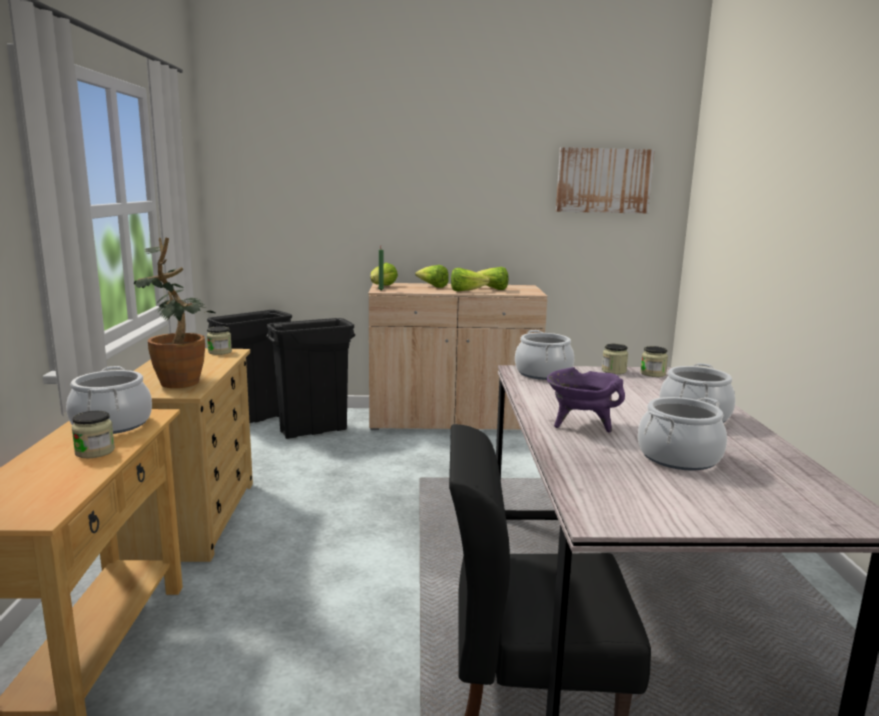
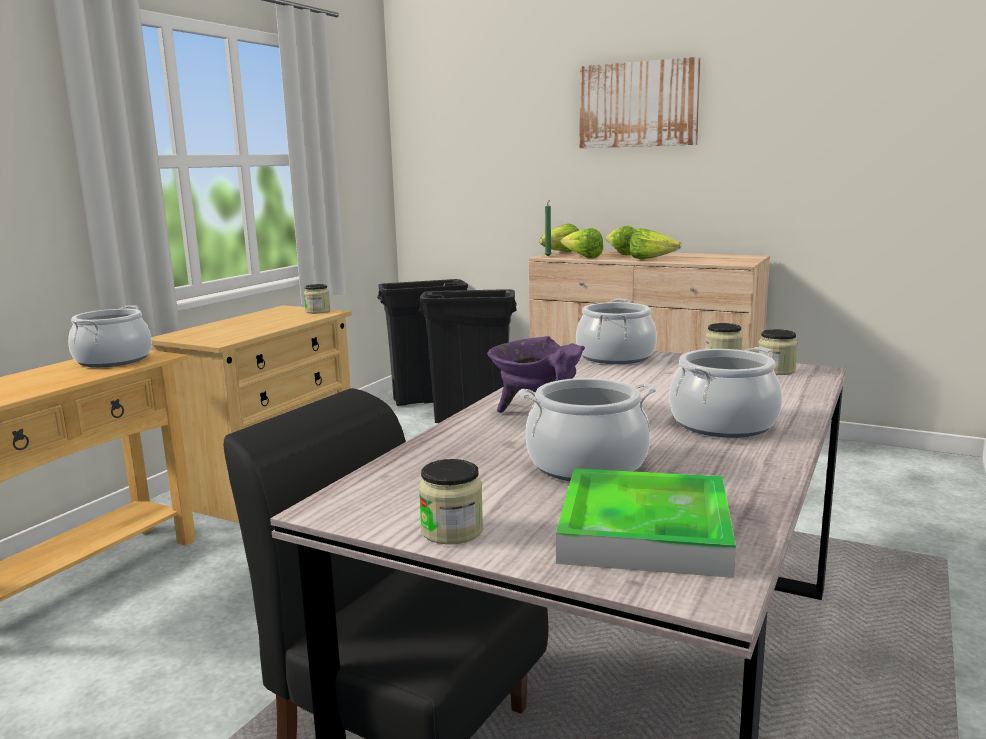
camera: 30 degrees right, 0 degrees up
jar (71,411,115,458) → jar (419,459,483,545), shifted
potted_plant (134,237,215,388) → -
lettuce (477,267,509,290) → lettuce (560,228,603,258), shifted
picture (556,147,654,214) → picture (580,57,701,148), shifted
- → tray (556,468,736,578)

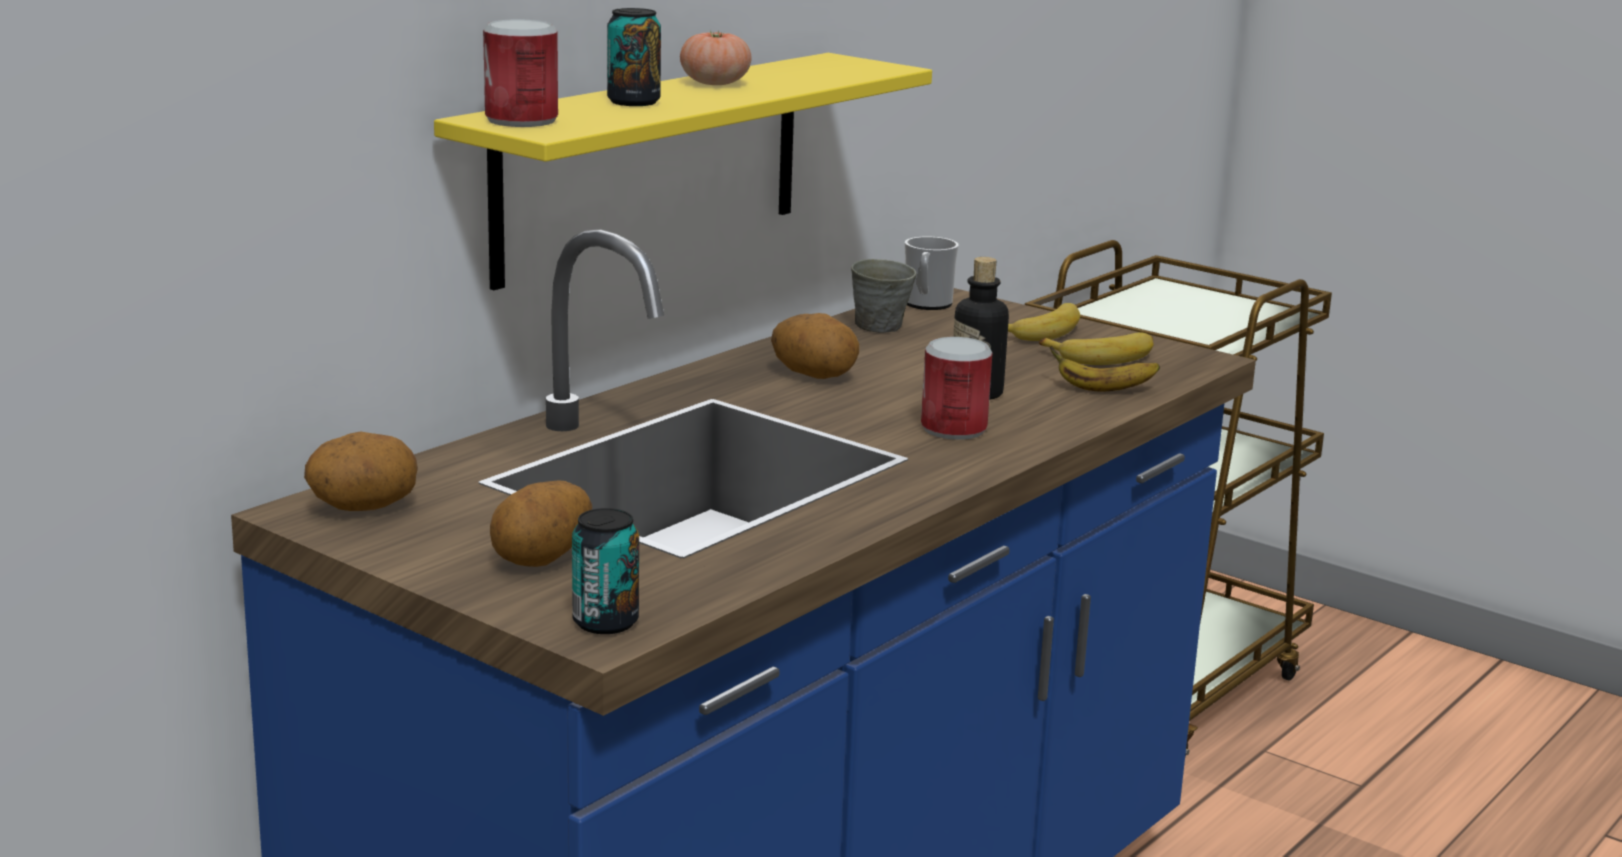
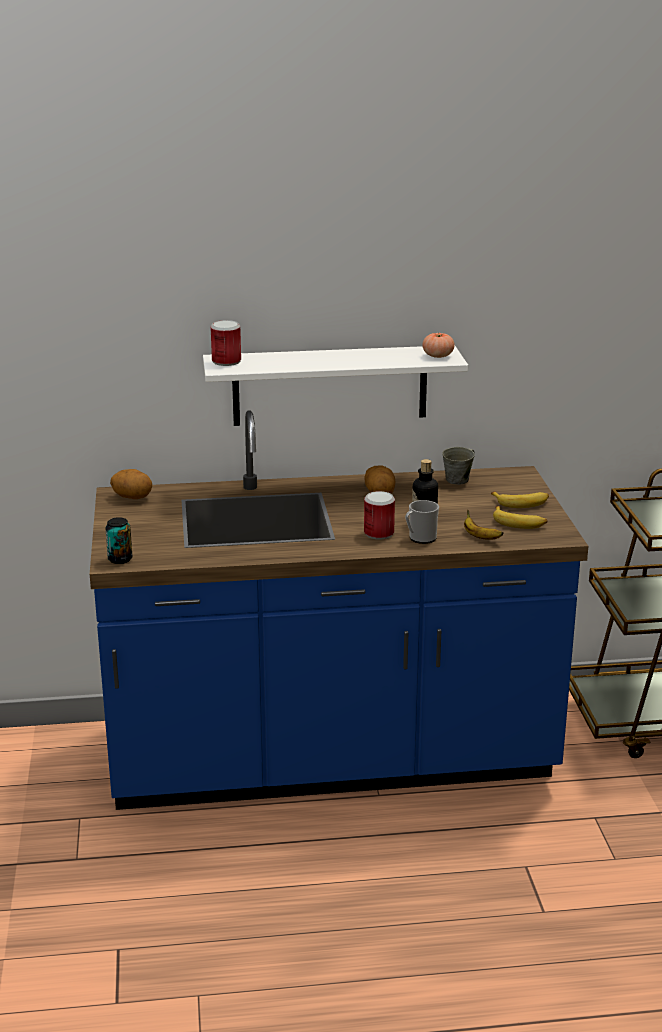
camera: 45 degrees right, 5 degrees up
yellow_shelf (434,53,932,290) → white_shelf (203,346,468,426)
potato (490,481,592,567) → -
can (607,8,661,106) → -
tomato (680,30,751,85) → tomato (422,332,455,358), shifted
mug (905,237,959,310) → mug (405,500,439,544), shifted

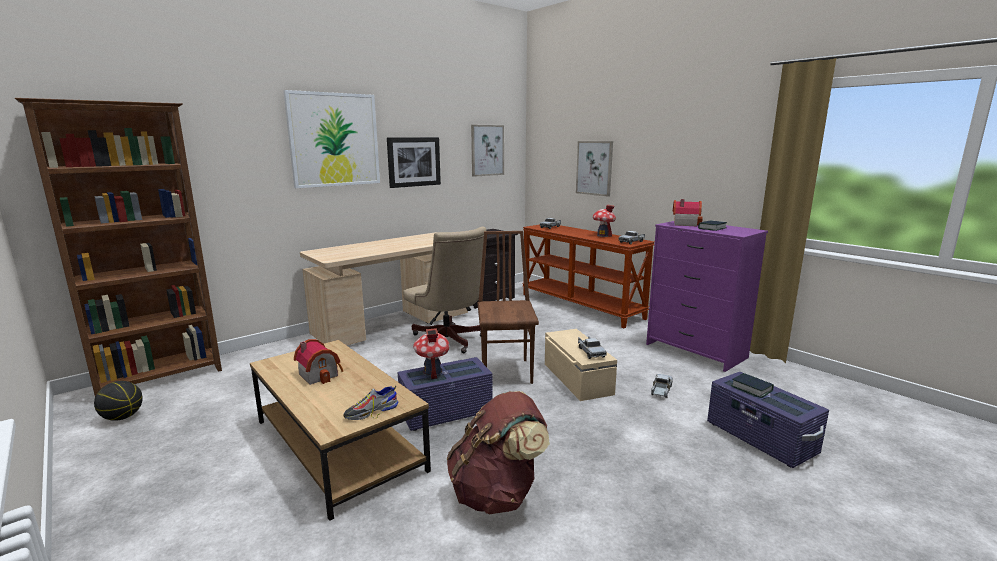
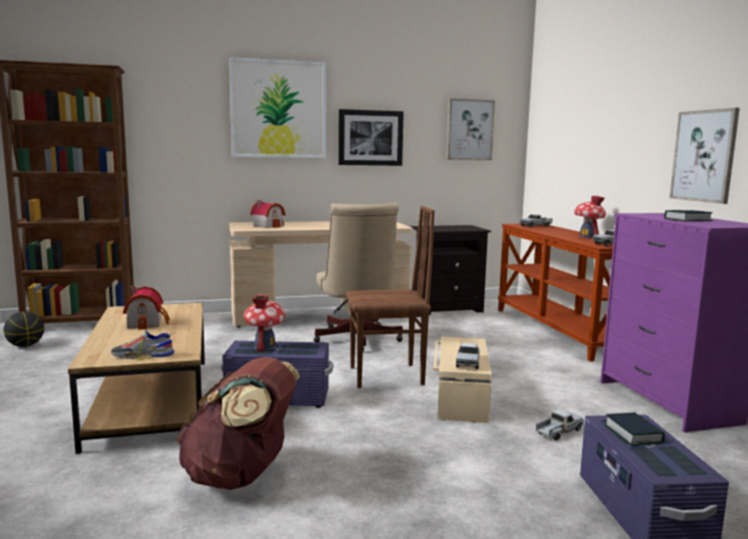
camera: 25 degrees right, 5 degrees down
brown_chair (478,231,539,384) → brown_chair (346,206,435,388), 60 degrees clockwise
picture (576,141,613,197) → picture (670,108,740,204), shifted
toy_house (673,199,703,226) → toy_house (250,200,286,228), shifted

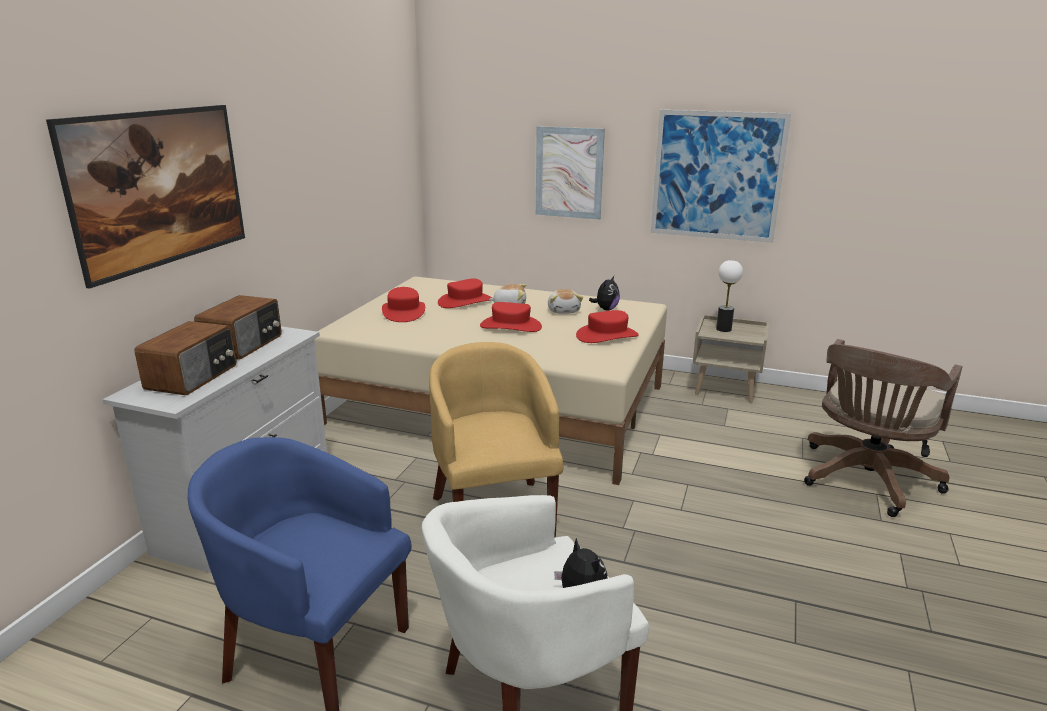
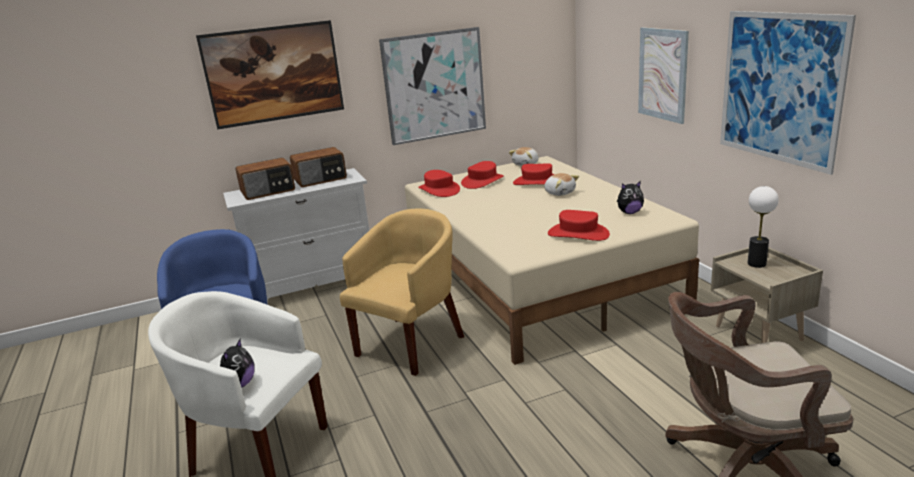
camera: 50 degrees right, 0 degrees up
red_hat (480,302,542,332) → red_hat (418,170,460,197), shifted
plush_toy (548,289,583,314) → plush_toy (509,147,539,166), shifted
- → picture (379,27,486,145)

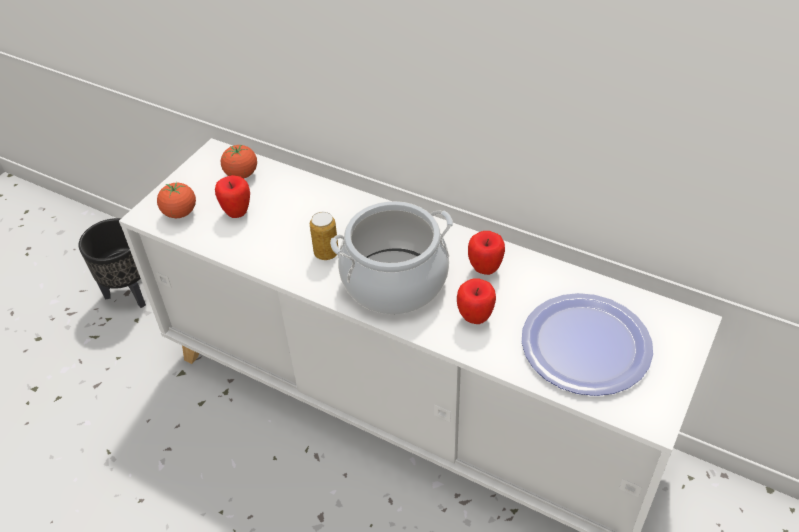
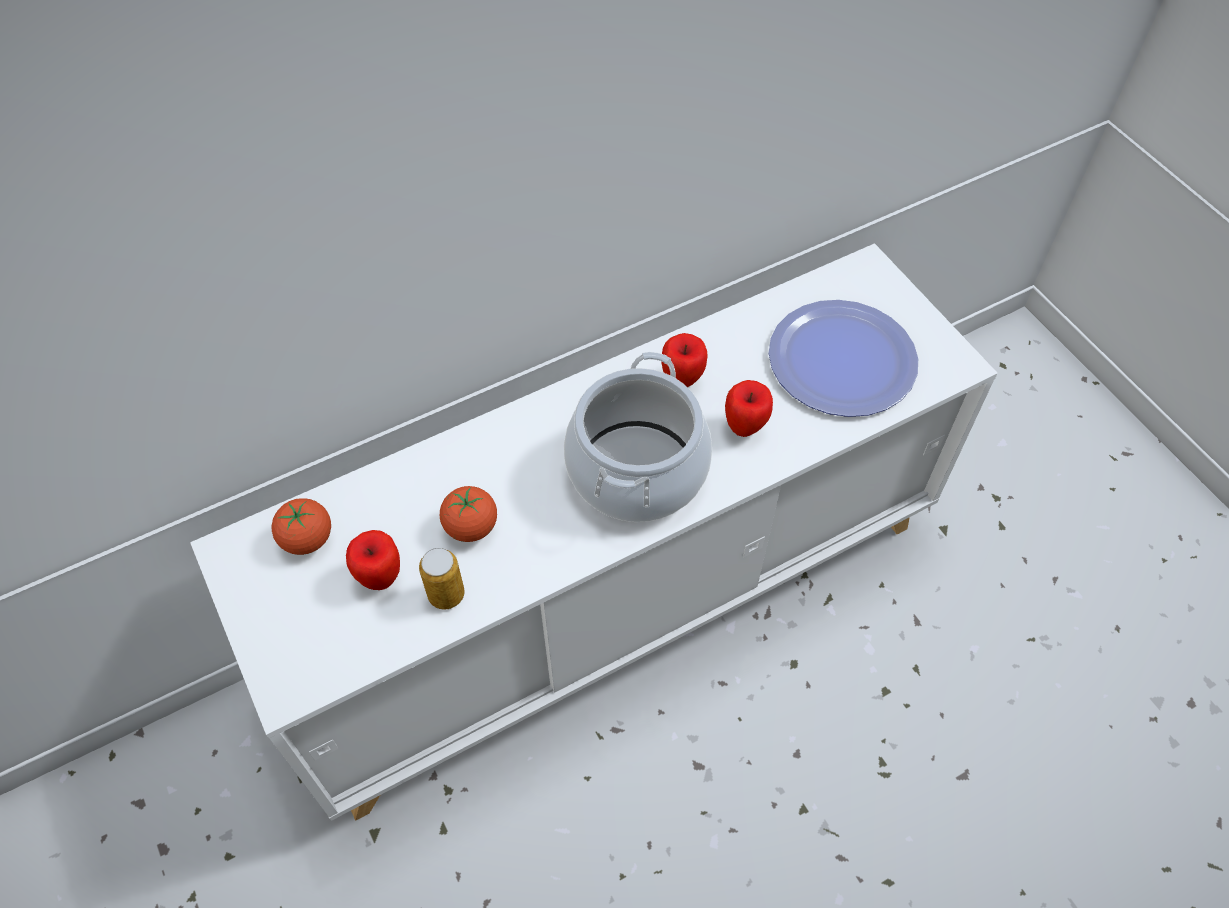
camera: 60 degrees left, 10 degrees up
black_planter (79,218,146,308) → -
tomato (157,182,196,218) → tomato (440,486,497,542), shifted
can (310,212,338,260) → can (419,548,465,610), shifted

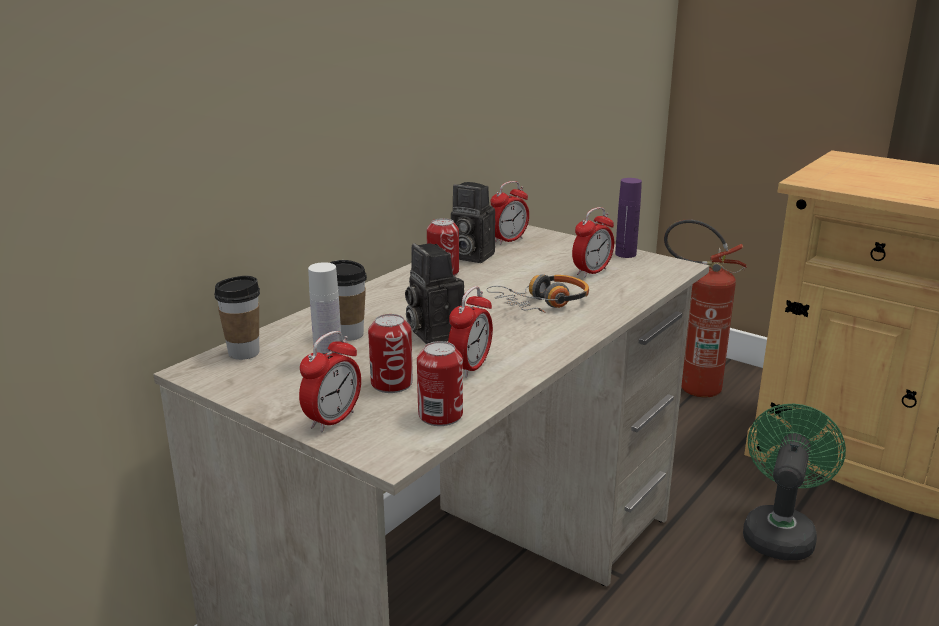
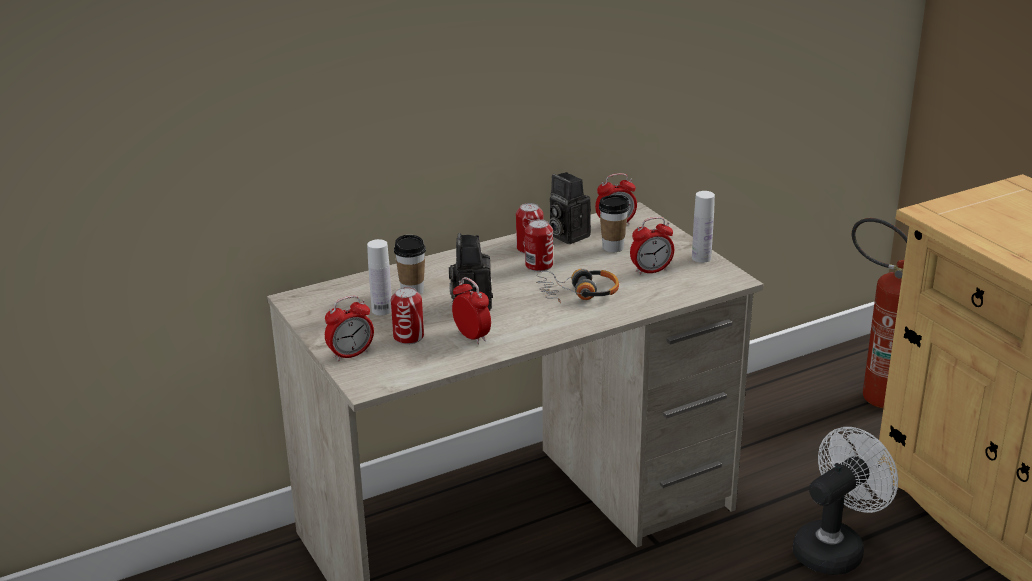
camera: 25 degrees right, 5 degrees up
cup (214,276,260,360) → cup (599,195,629,252), shifted
can (417,341,463,426) → can (525,219,553,272), shifted
alarm_clock (448,286,493,378) → alarm_clock (452,277,491,344), 90 degrees counterclockwise
purple_bottle (615,178,642,258) → white_bottle (692,191,715,263)
green_fan (743,404,846,560) → white_fan (793,427,898,575)

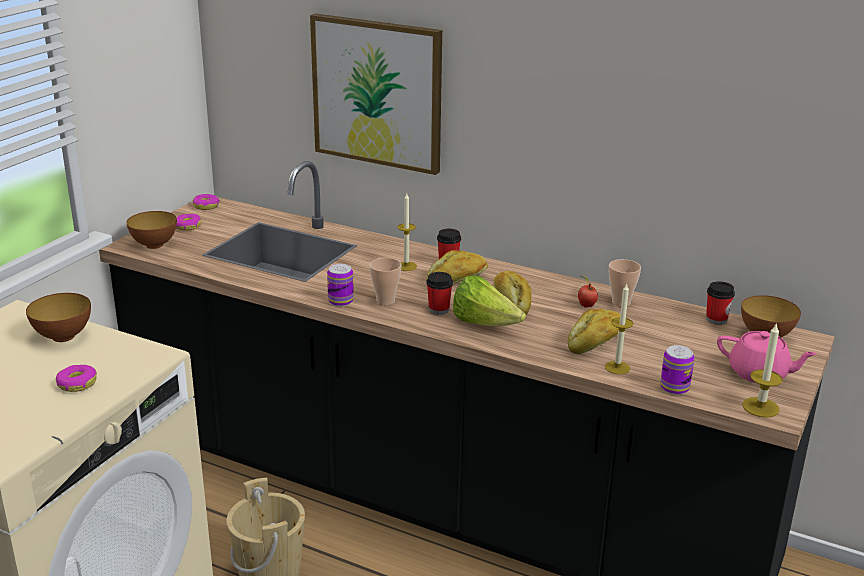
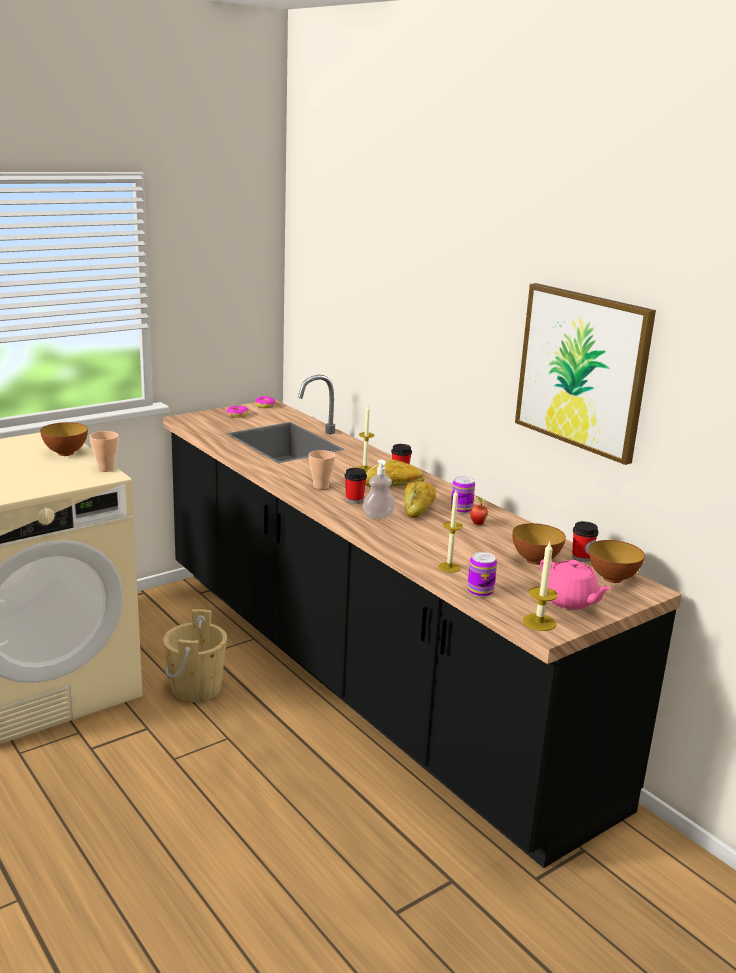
camera: 25 degrees right, 5 degrees down
donut (56,365,97,392) → -
bowl (127,211,177,249) → bowl (512,523,566,565), shifted
picture (310,13,442,175) → picture (515,283,656,465), shifted
can (327,264,354,306) → can (451,477,475,513), shifted
lettuce (453,275,526,326) → soap_dispenser (363,460,396,519)
bread (568,309,620,354) → -
cup (609,259,641,307) → cup (90,431,119,472), shifted

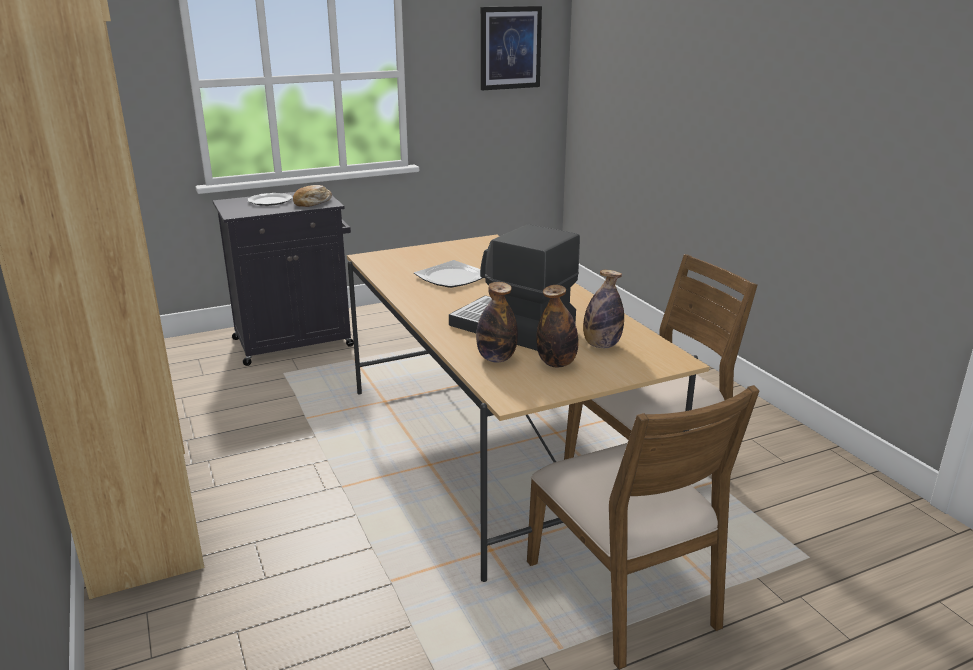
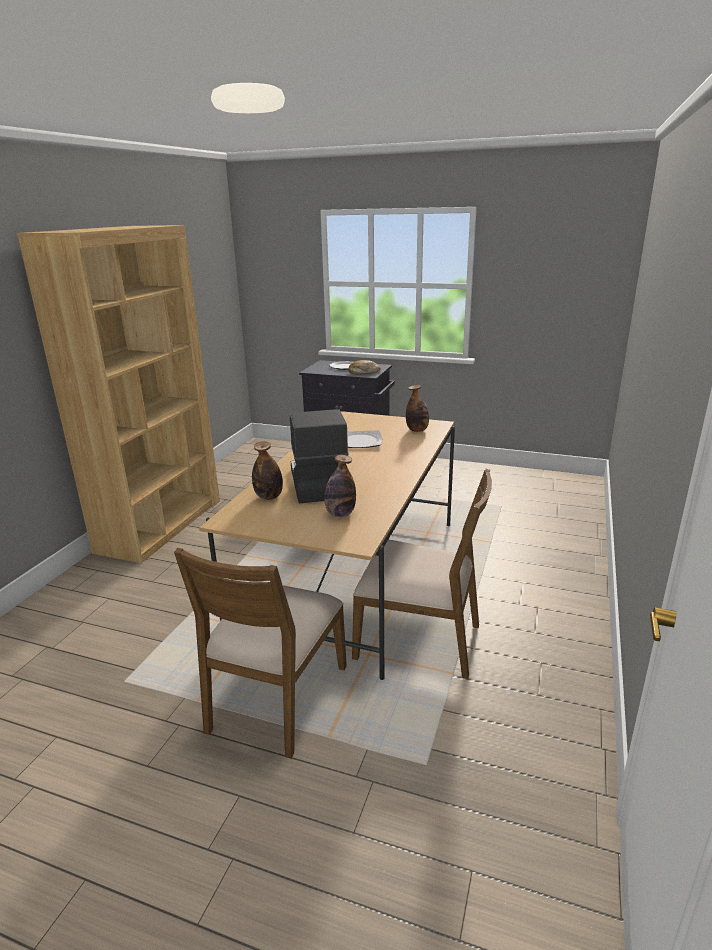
camera: 45 degrees right, 0 degrees up
picture (481,6,542,90) → -
bottle (536,285,579,368) → bottle (406,385,429,432), shifted

